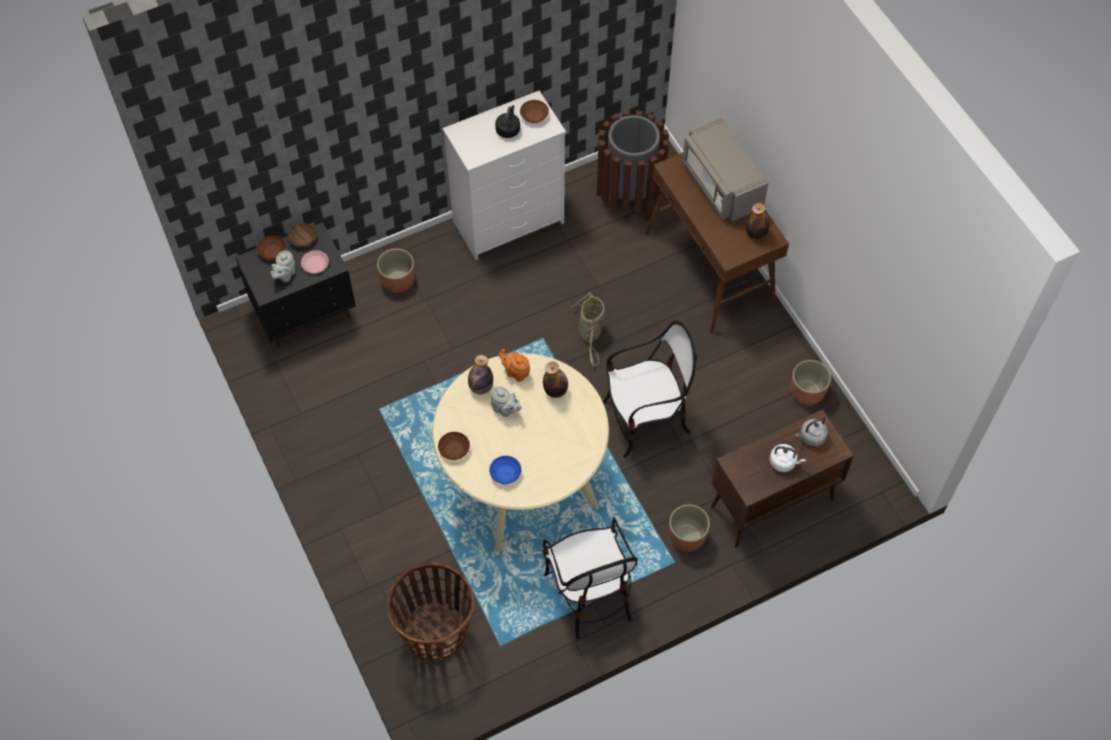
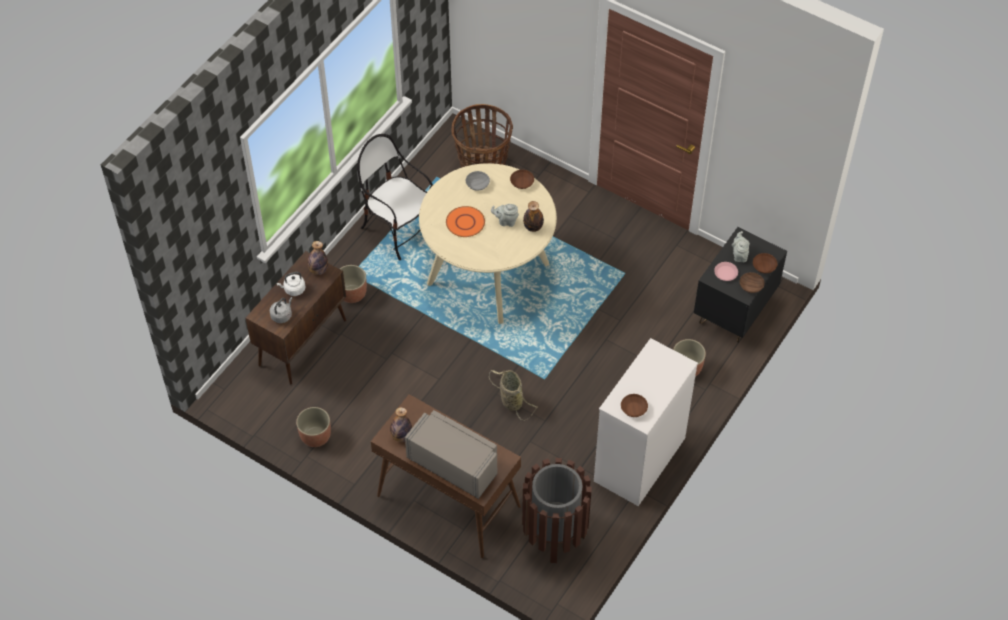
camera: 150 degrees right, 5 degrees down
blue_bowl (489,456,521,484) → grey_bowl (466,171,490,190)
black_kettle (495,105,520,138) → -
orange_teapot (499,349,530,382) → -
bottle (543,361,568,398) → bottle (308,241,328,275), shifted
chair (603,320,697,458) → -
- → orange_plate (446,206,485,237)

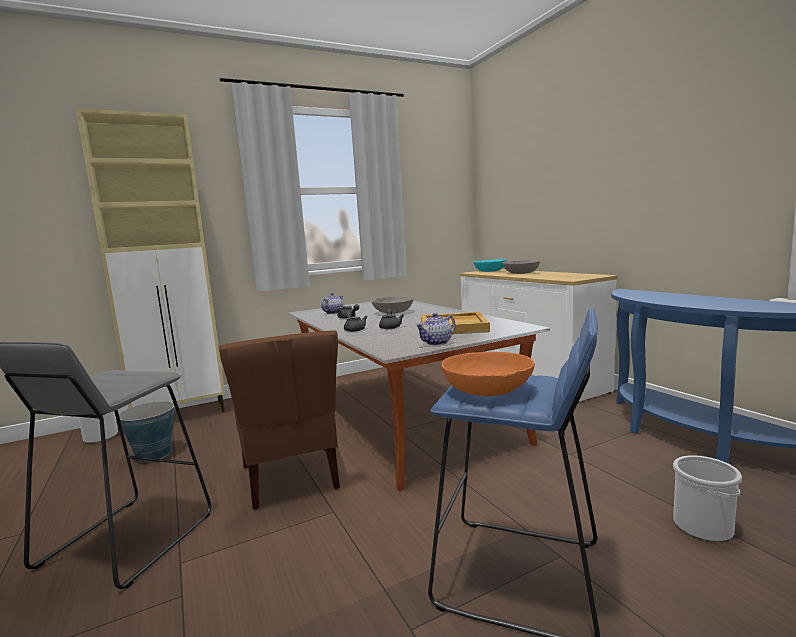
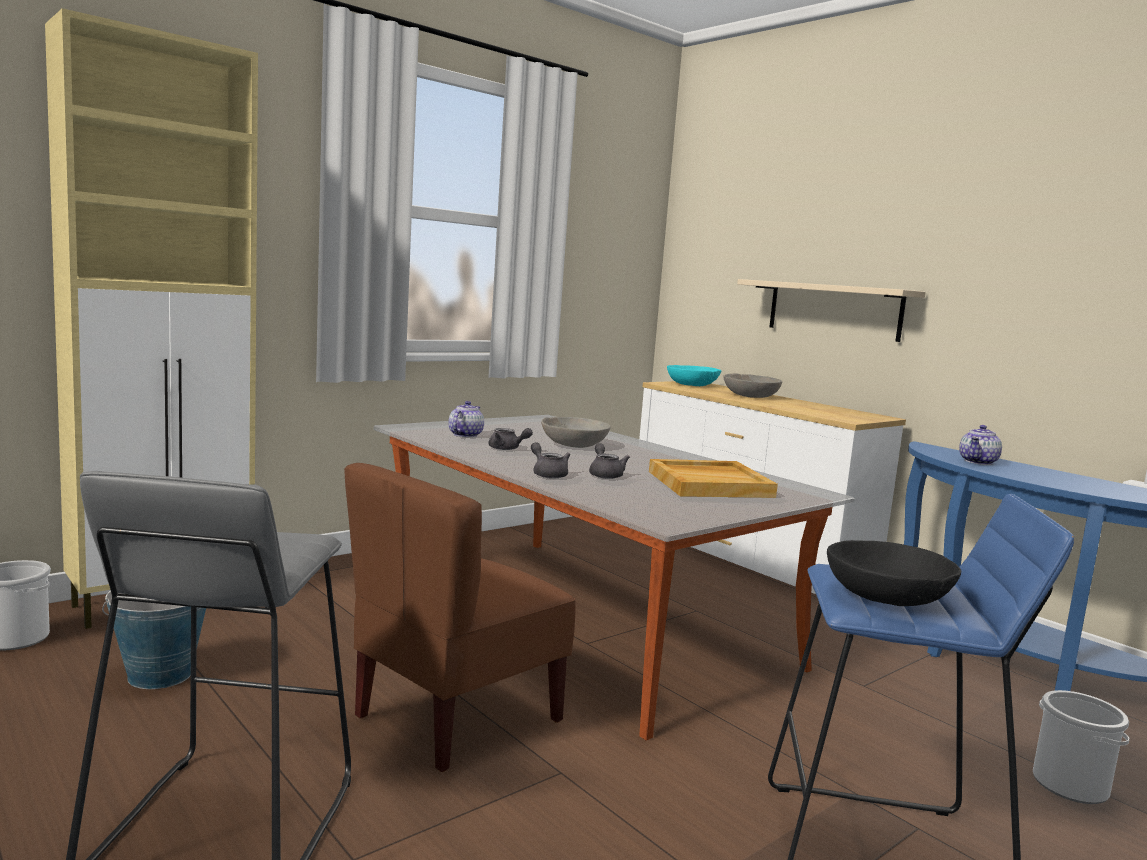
camera: 15 degrees left, 0 degrees up
brown_chair (218,331,340,510) → brown_chair (344,463,576,772), 75 degrees clockwise
teapot (415,313,455,345) → teapot (959,425,1002,465), shifted
orange_bowl (441,352,535,396) → black_bowl (827,540,961,606)
- → beige_shelf (737,279,926,342)

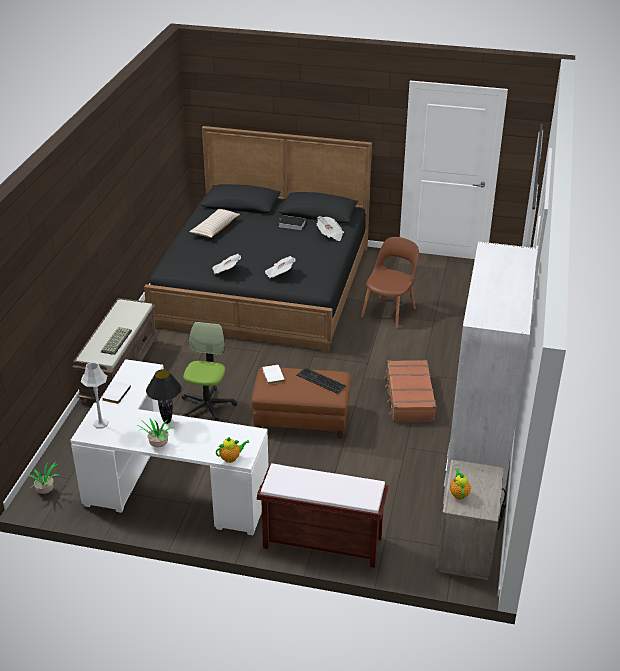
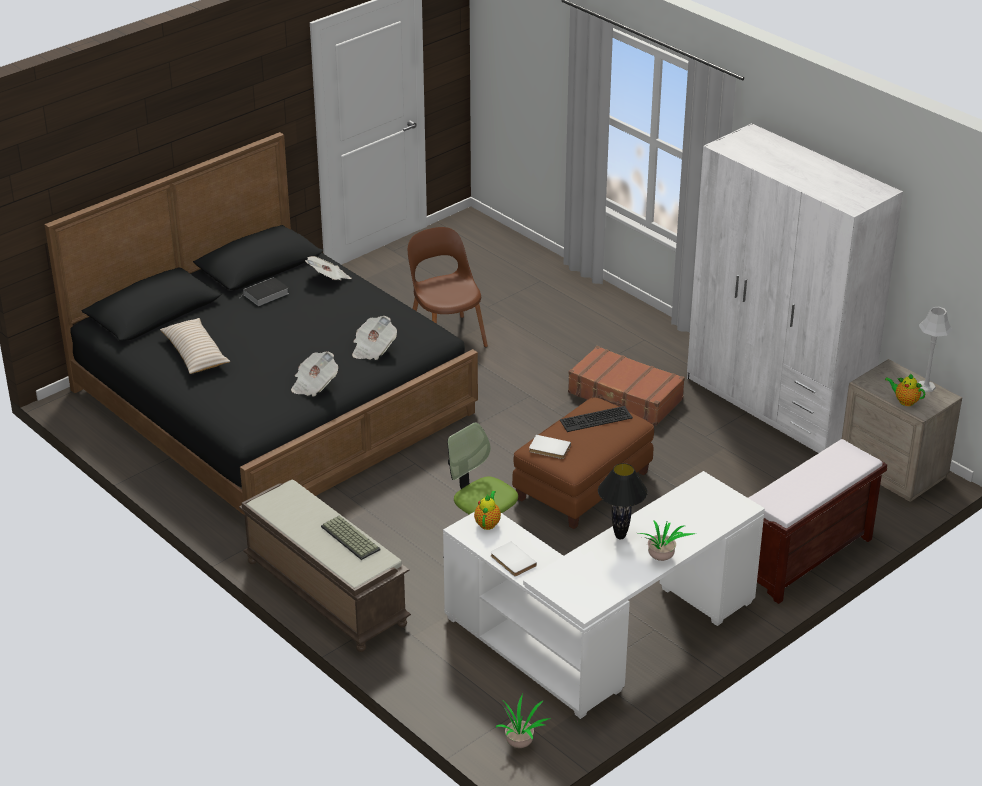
camera: 55 degrees left, 0 degrees up
grey_table_lamp (81,362,109,429) → grey_table_lamp (919,307,953,392), shifted
teapot (216,437,250,463) → teapot (474,491,501,530), shifted

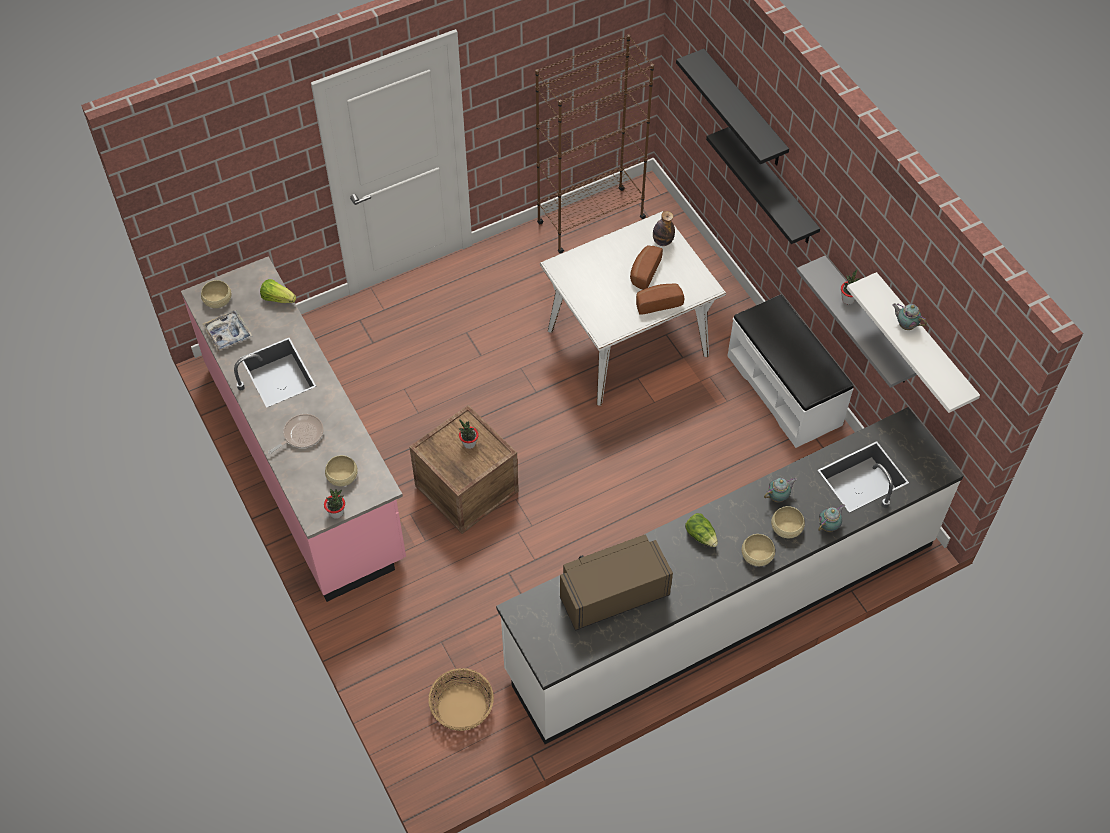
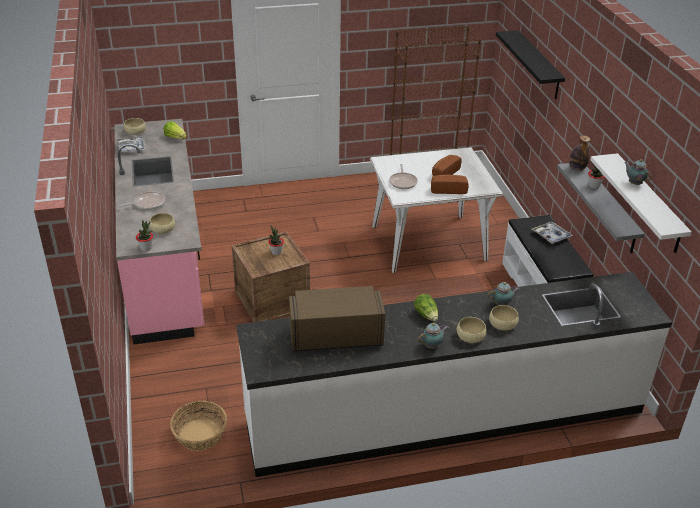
camera: 15 degrees right, 20 degrees down
bottle (653,211,675,246) → bottle (569,135,590,171), shifted
black_shelf (706,127,820,244) → -
teapot (818,504,845,532) → teapot (418,323,449,349), shifted
- → frying_pan (389,164,418,189)
- → tray (532,221,573,244)

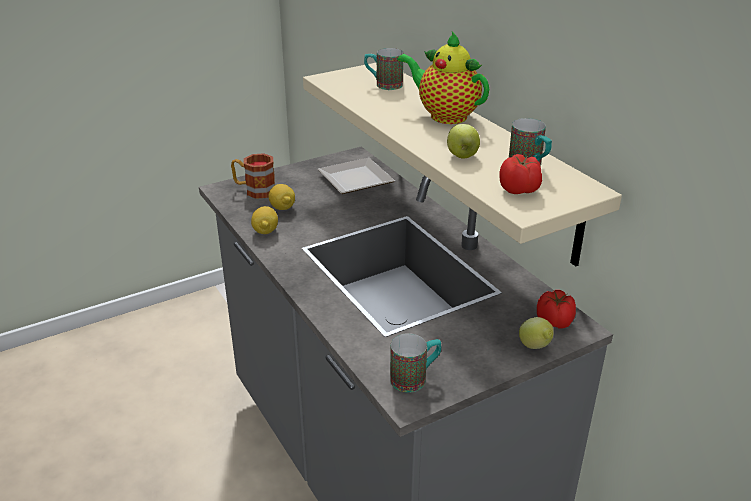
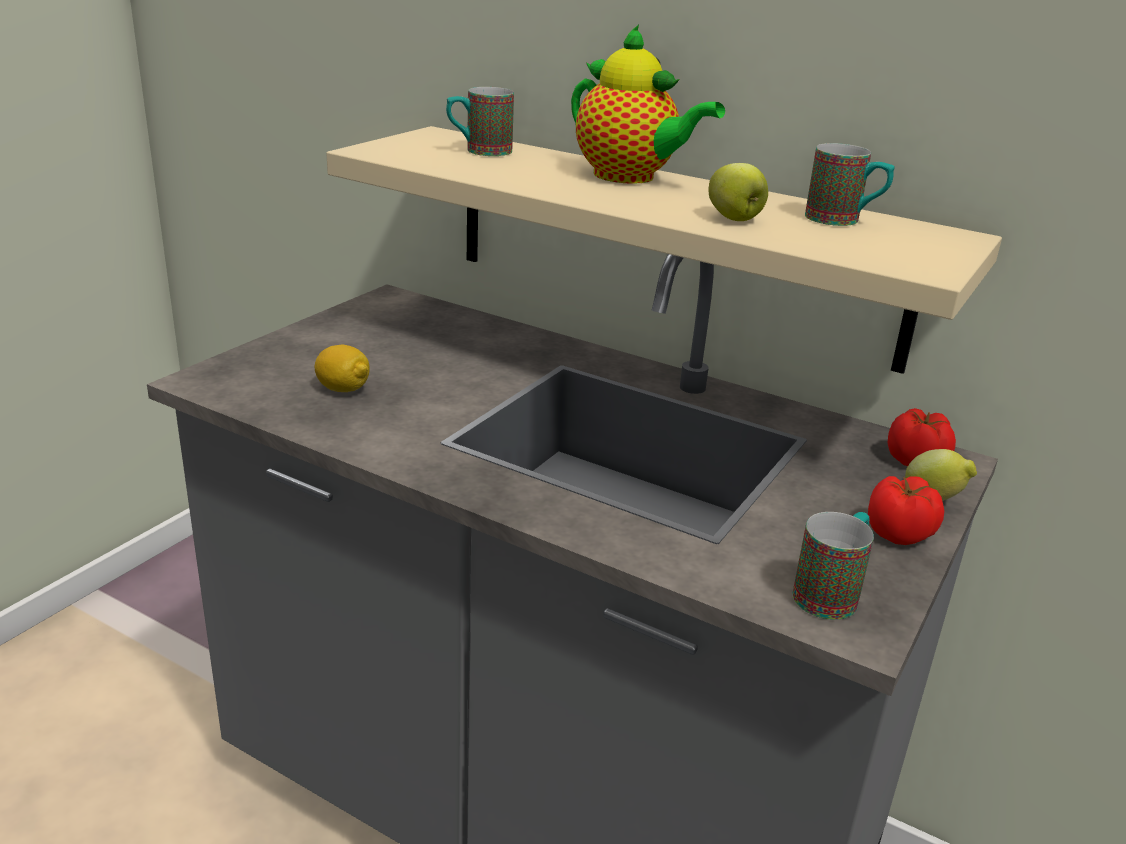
camera: 30 degrees left, 5 degrees down
mug (231,153,275,199) → -
lemon (251,206,278,234) → -
plate (318,158,395,194) → -
teapot (397,31,489,124) → teapot (571,25,725,184), 150 degrees counterclockwise
tomato (499,154,542,194) → tomato (868,476,944,545), shifted

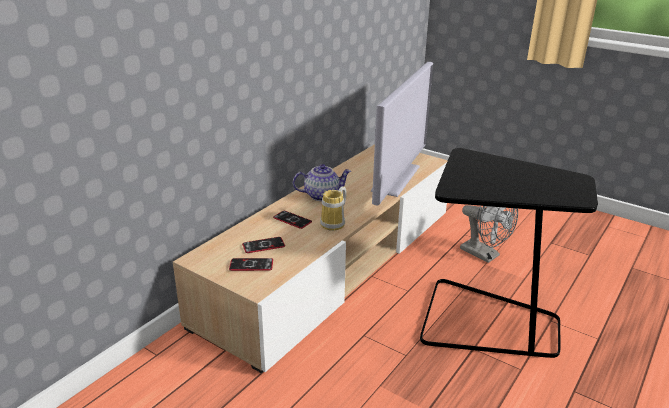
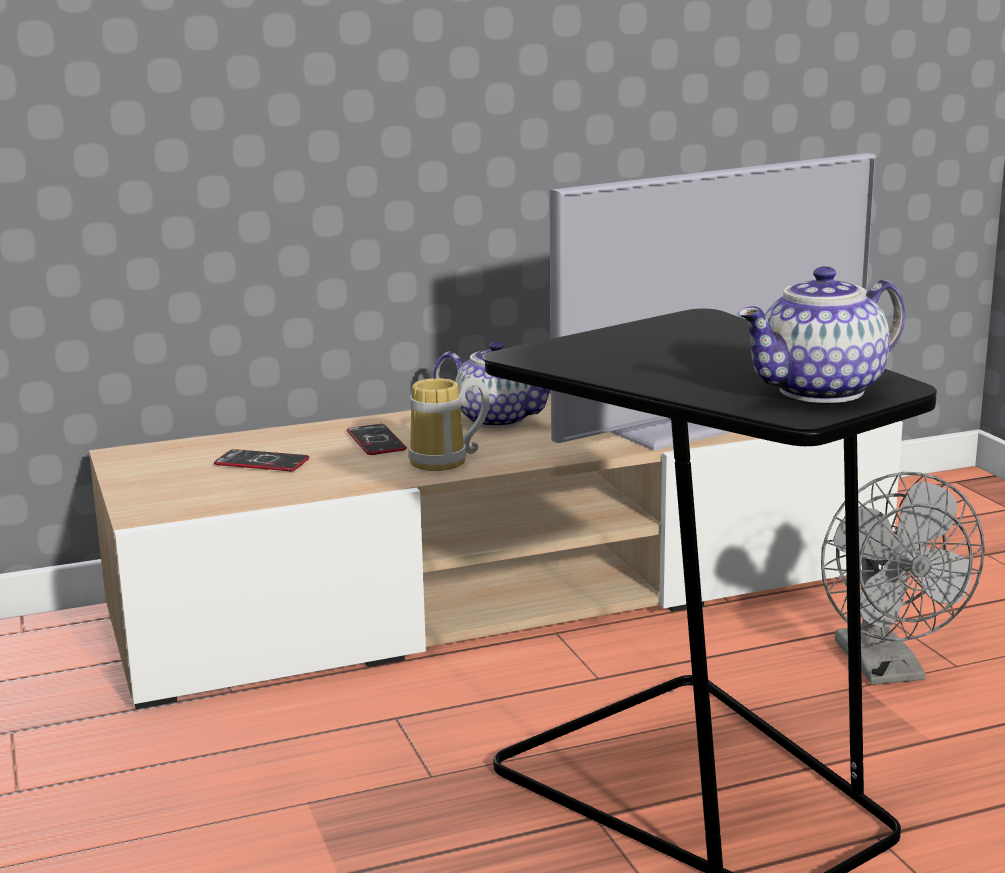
camera: 35 degrees right, 10 degrees down
phone (229,258,273,271) → -
- → teapot (737,266,906,403)

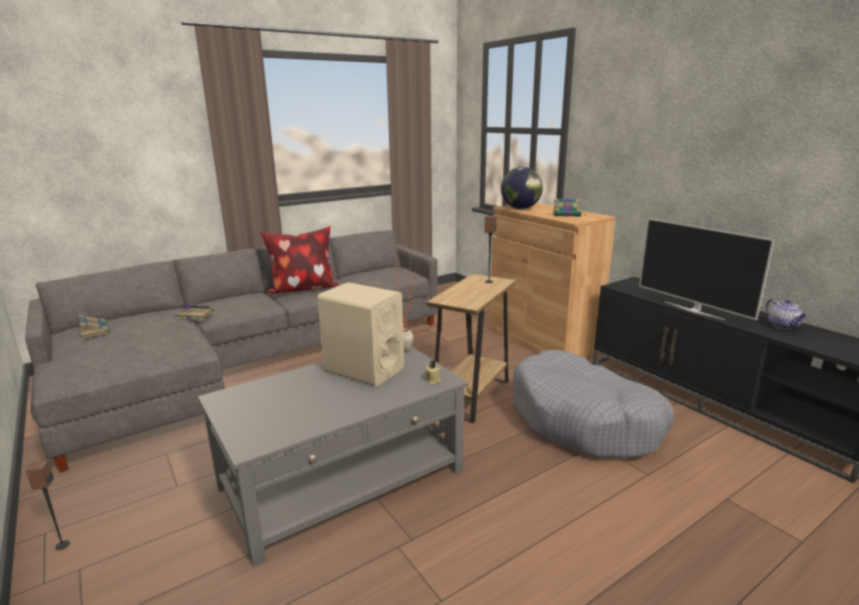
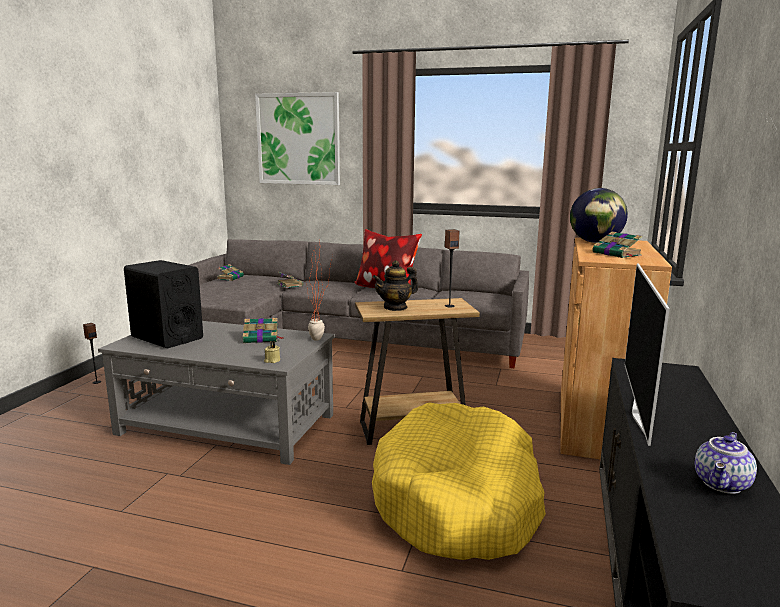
camera: 50 degrees right, 5 degrees down
beige_speaker (318,282,404,386) → book (243,318,284,343)
grey_dog_bed (513,350,674,458) → yellow_dog_bed (372,402,546,560)
- → black_speaker (124,260,203,348)
- → picture (255,92,340,185)
- → teapot (372,260,418,311)

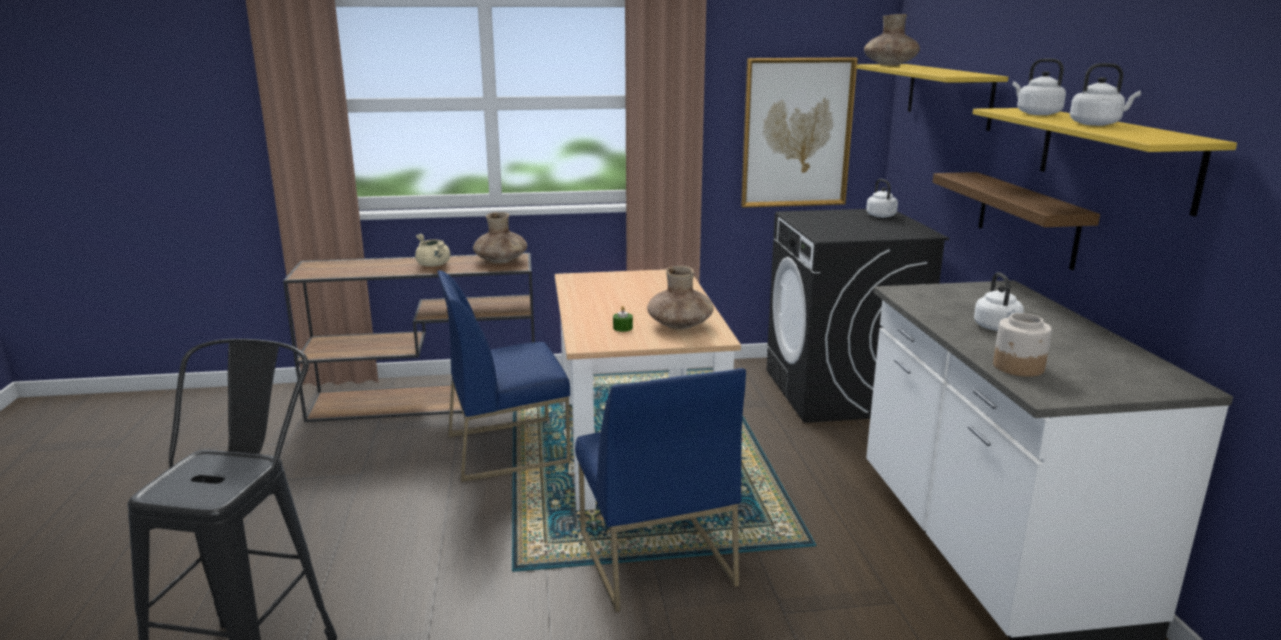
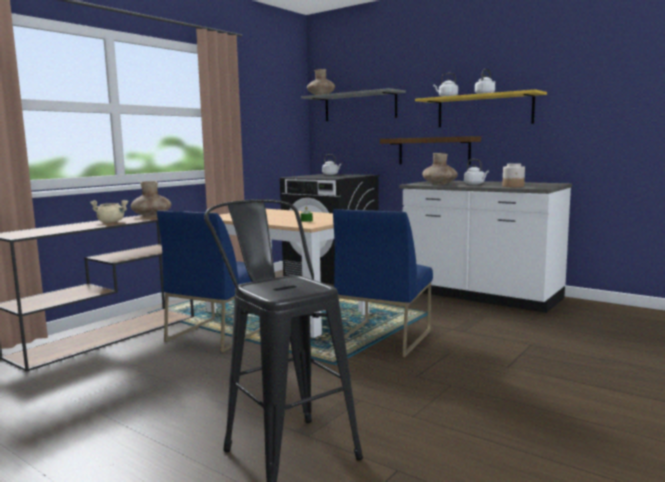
camera: 45 degrees left, 10 degrees down
blue_chair (575,368,746,612) → blue_chair (333,209,433,357), 90 degrees clockwise
brown_vase (647,266,713,330) → brown_vase (422,153,458,185), shifted
picture (741,57,858,208) → -
yellow_shelf (857,64,1008,131) → grey_shelf (302,88,406,121)

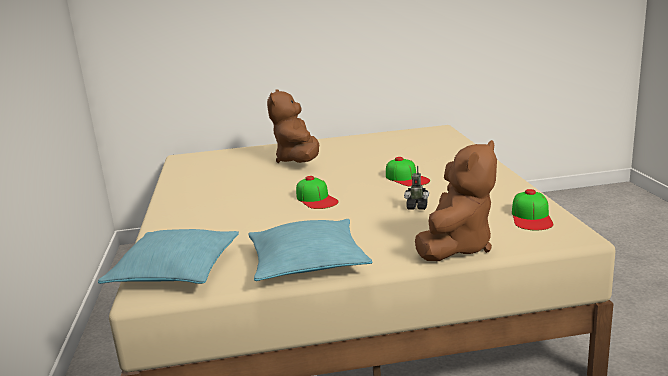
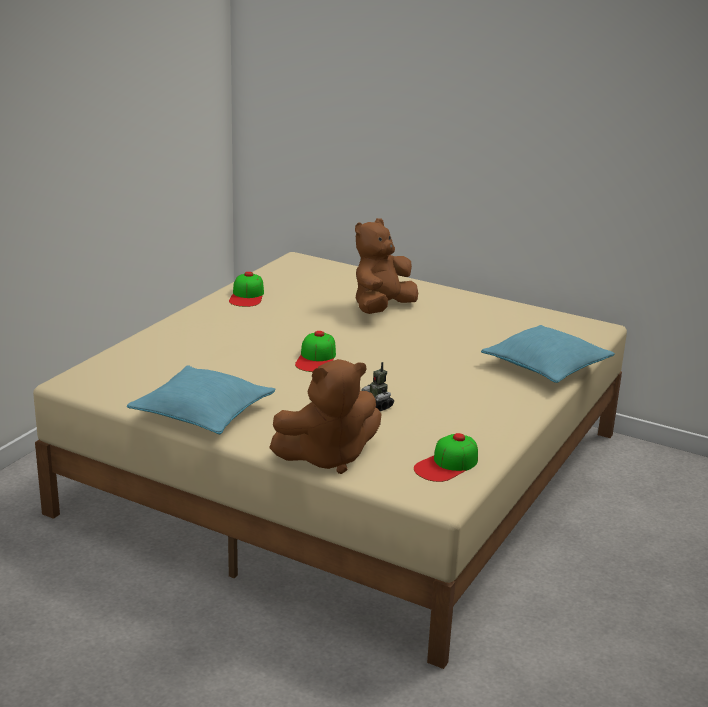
camera: 35 degrees right, 5 degrees up
turquoise_pillow (98,229,239,284) → turquoise_pillow (481,325,615,383), shifted
cap (386,157,430,187) → cap (229,272,264,307), shifted

